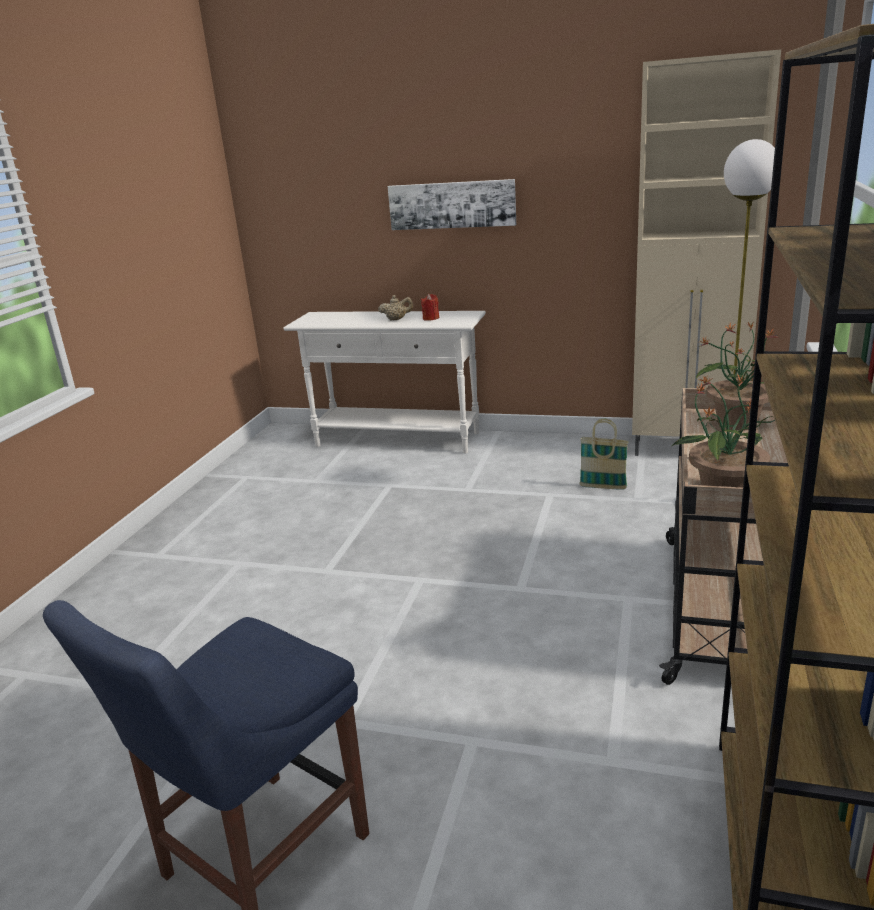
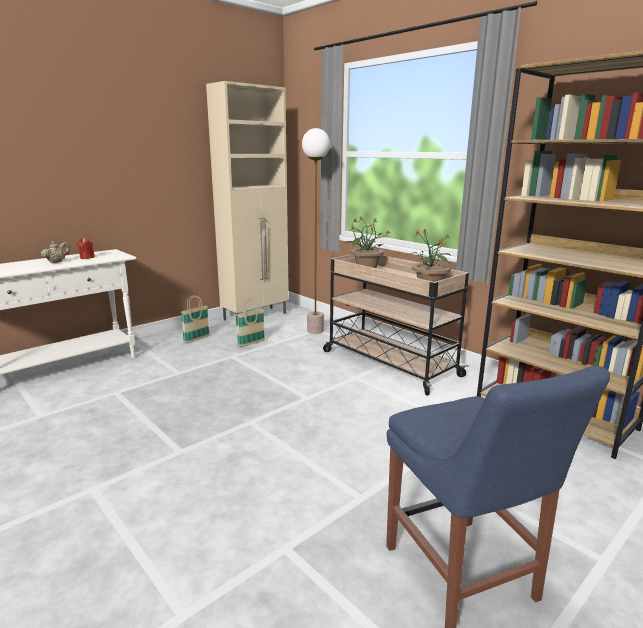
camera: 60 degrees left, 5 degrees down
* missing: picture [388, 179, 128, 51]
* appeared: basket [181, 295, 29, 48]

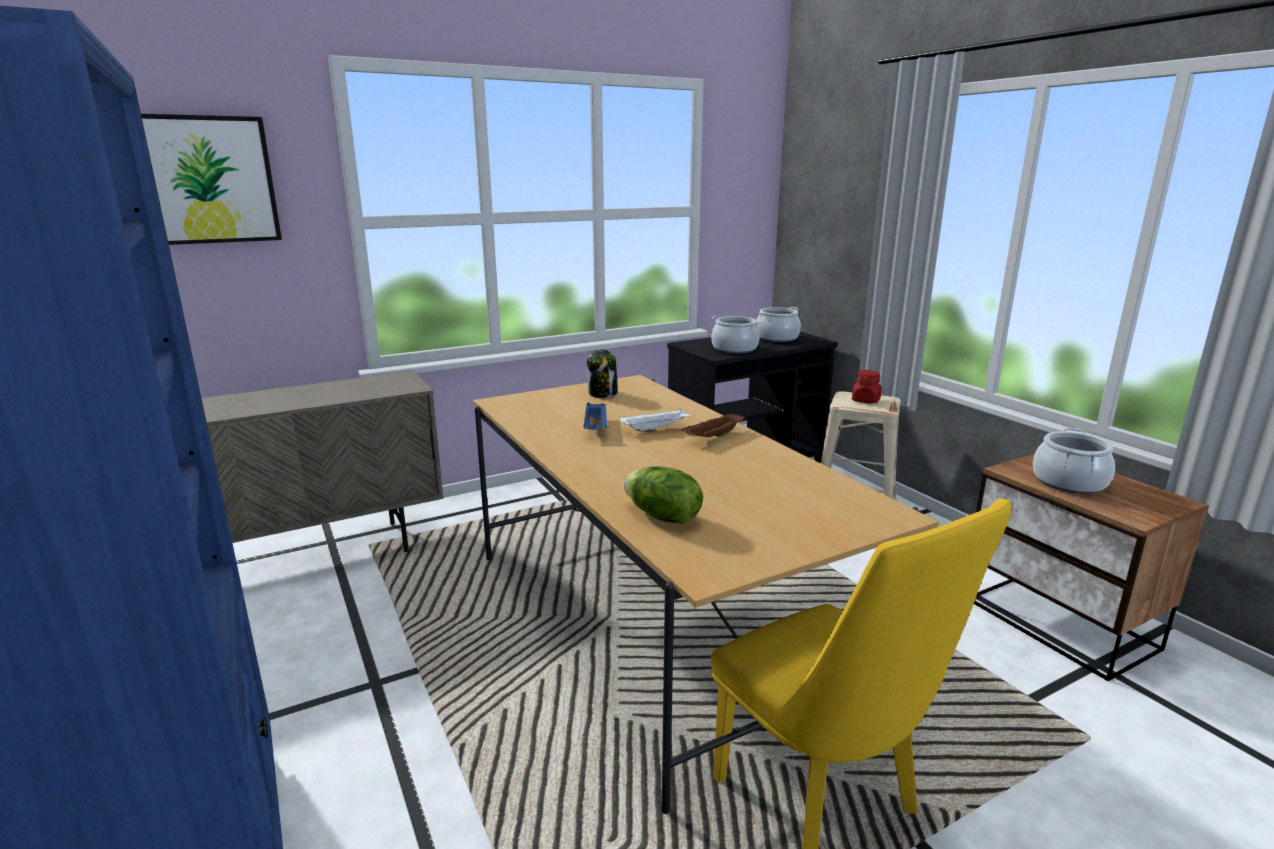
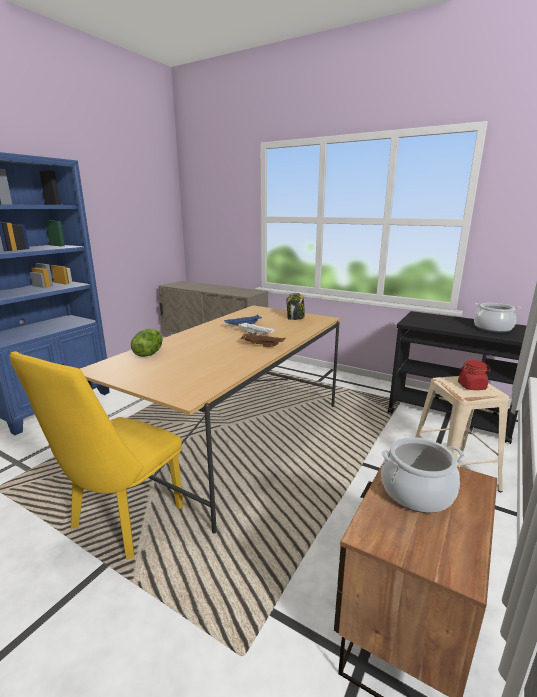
camera: 60 degrees right, 0 degrees up
* missing: picture [141, 114, 141, 131]
* missing: cooking pot [711, 316, 51, 38]

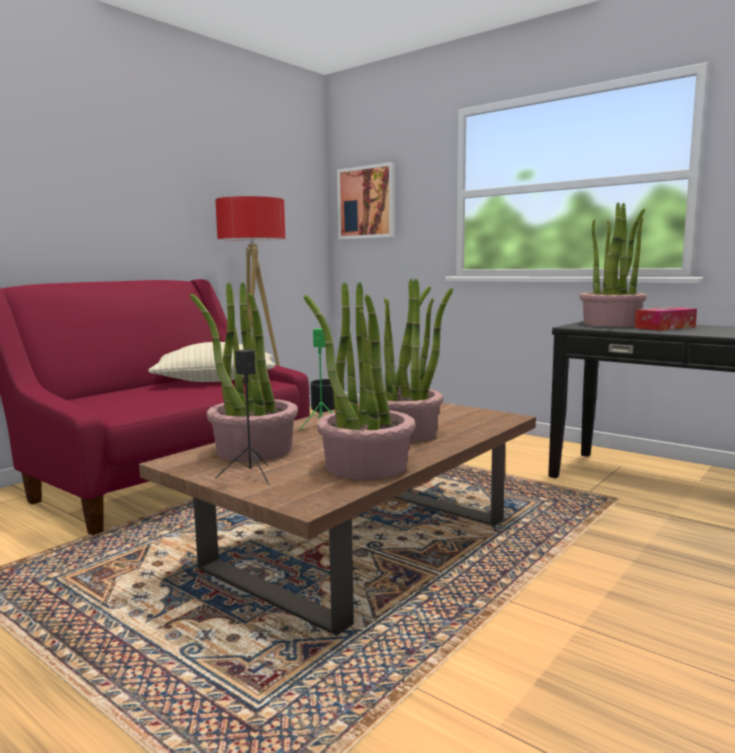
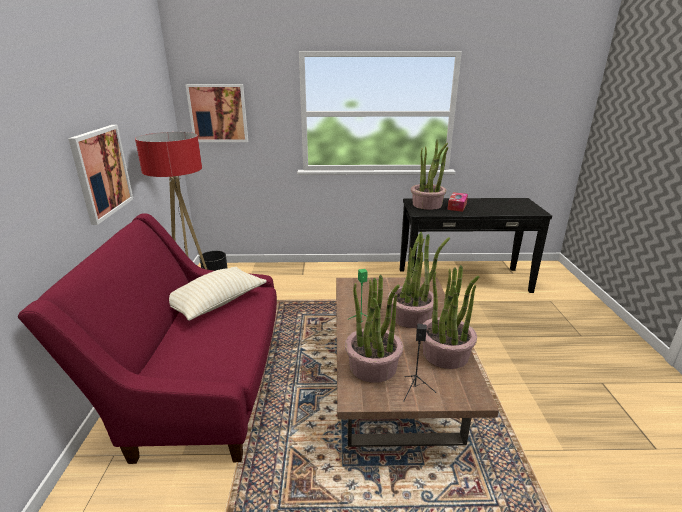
camera: 40 degrees left, 15 degrees up
* appeared: picture [68, 125, 65, 100]

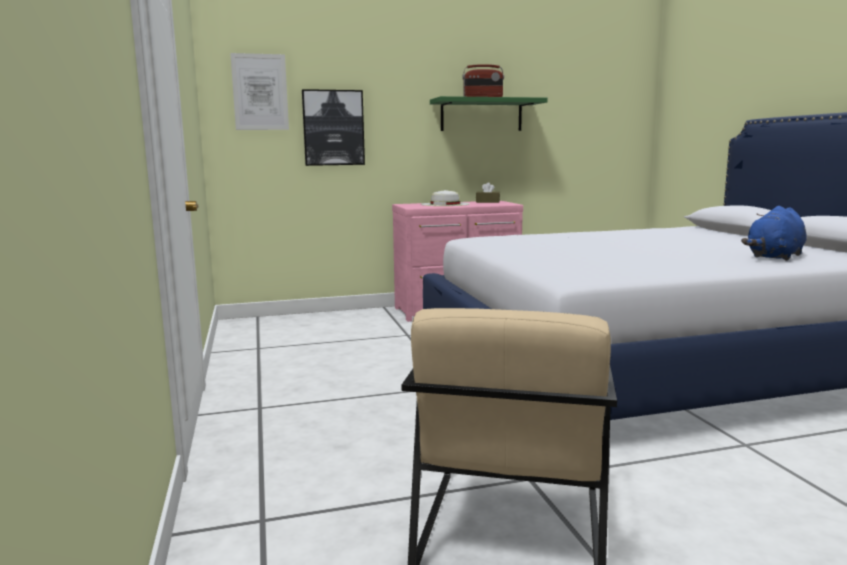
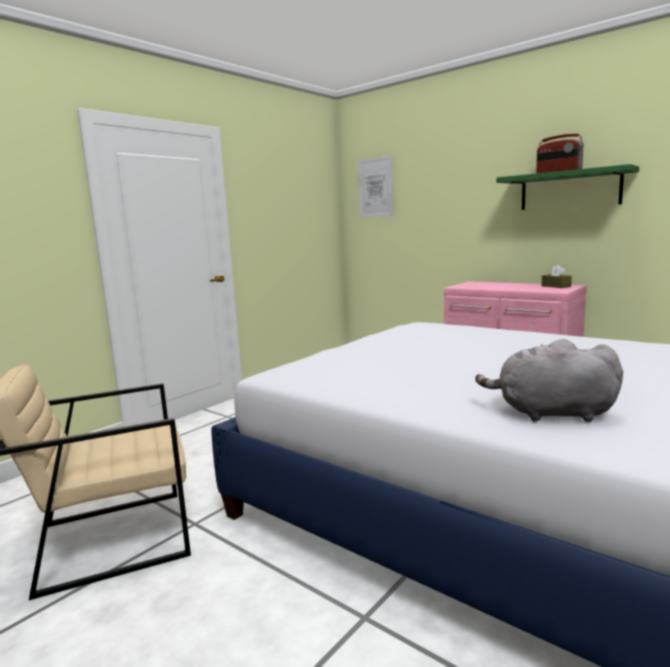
camera: 55 degrees right, 0 degrees up
* missing: picture [302, 89, 63, 77]
* missing: hat/white [421, 190, 49, 16]
* colour: plush toy/blue [741, 206, 65, 55] to plush toy/grey [475, 339, 148, 83]

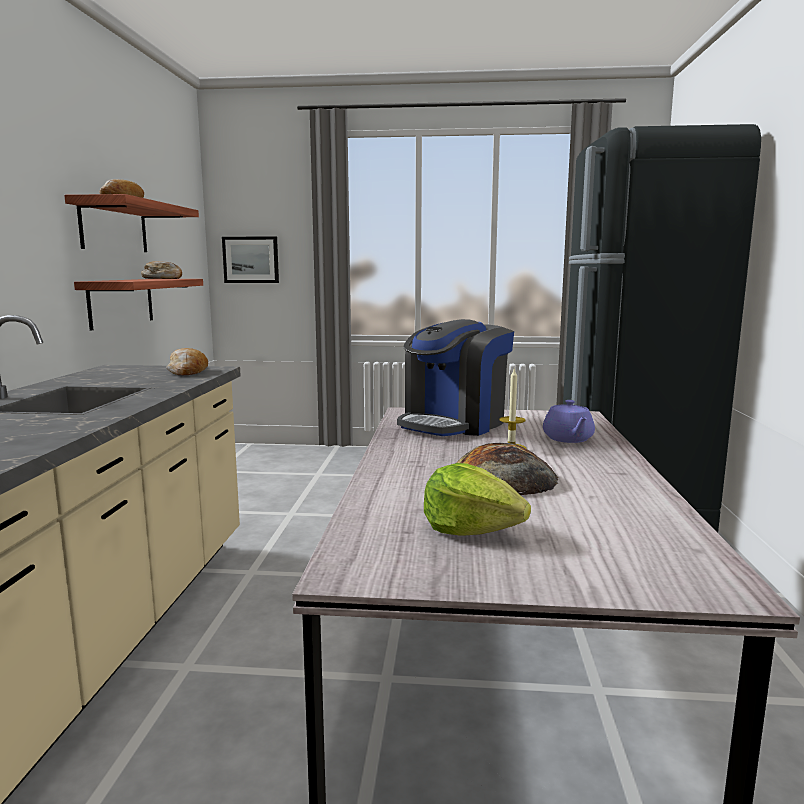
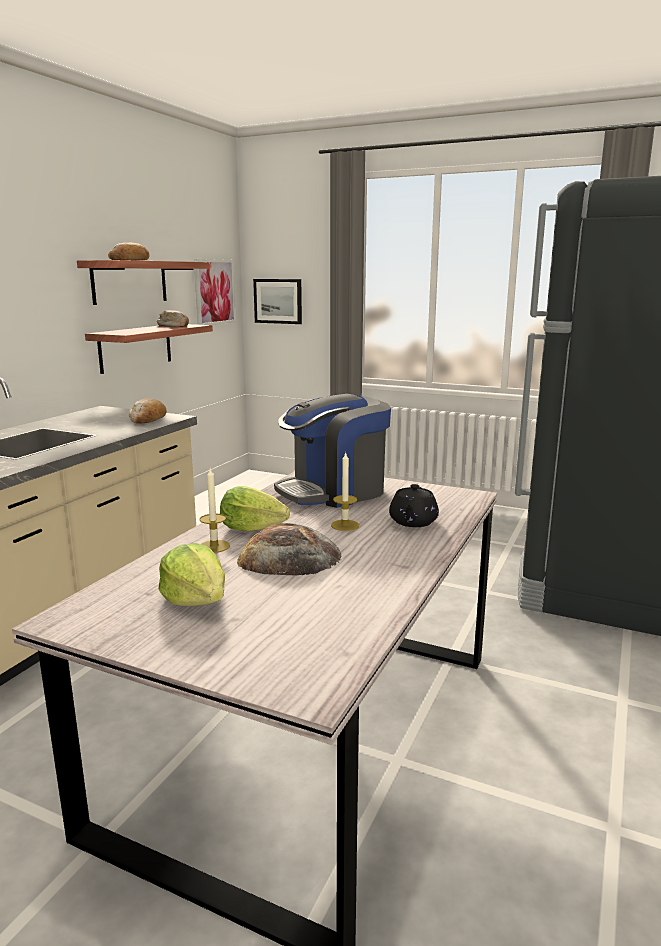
camera: 20 degrees right, 5 degrees up
* colour: teapot/purple [543, 400, 52, 43] to teapot/black [389, 484, 50, 43]
* appeared: picture [194, 259, 42, 66]
* appeared: candle [200, 468, 30, 85]
* appeared: lettuce [220, 486, 70, 45]

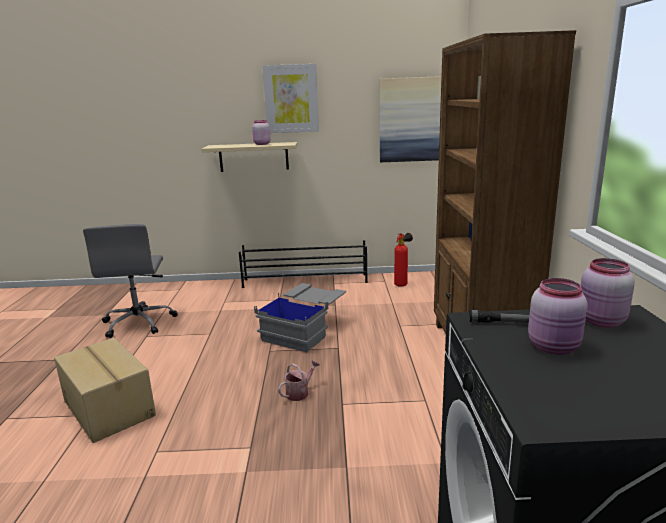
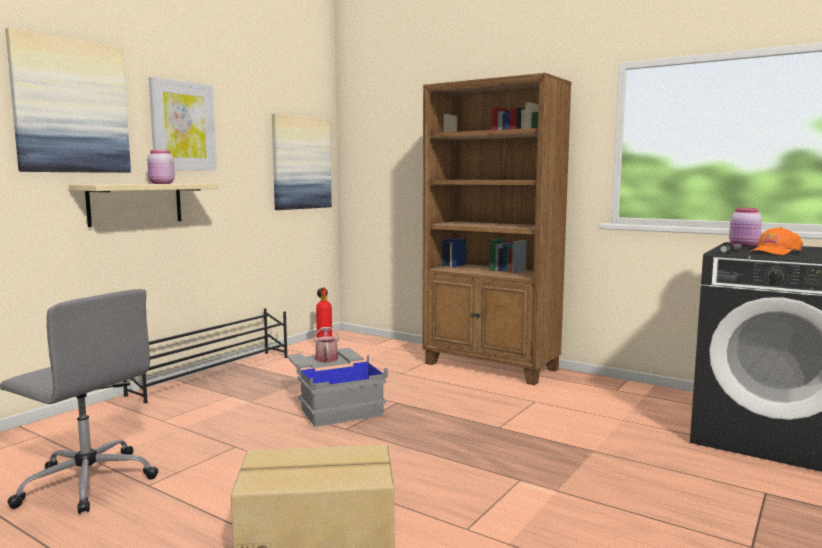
camera: 55 degrees left, 10 degrees down
* exchanged: jar/pink [528, 278, 60, 77] to cap/orange [749, 227, 54, 28]
* relocated: watering can [278, 360, 42, 41] to [314, 327, 25, 36]
* appeared: picture [5, 28, 126, 145]

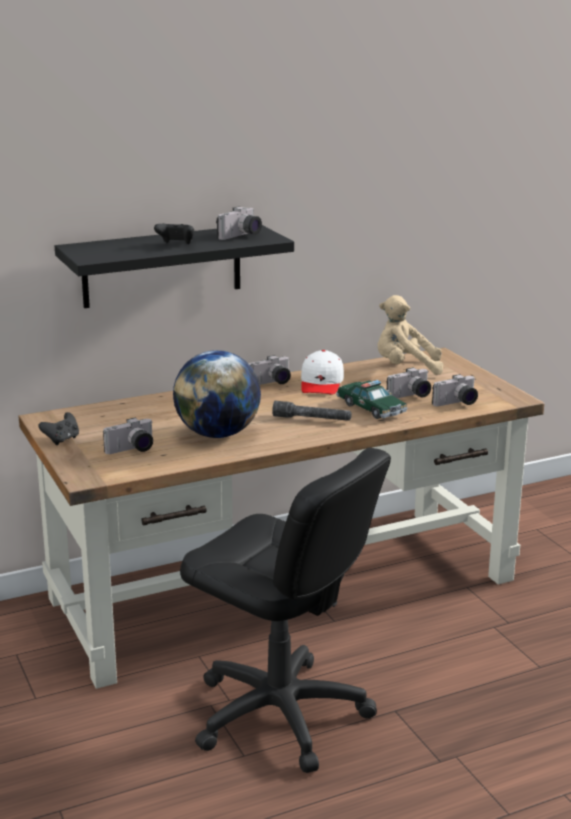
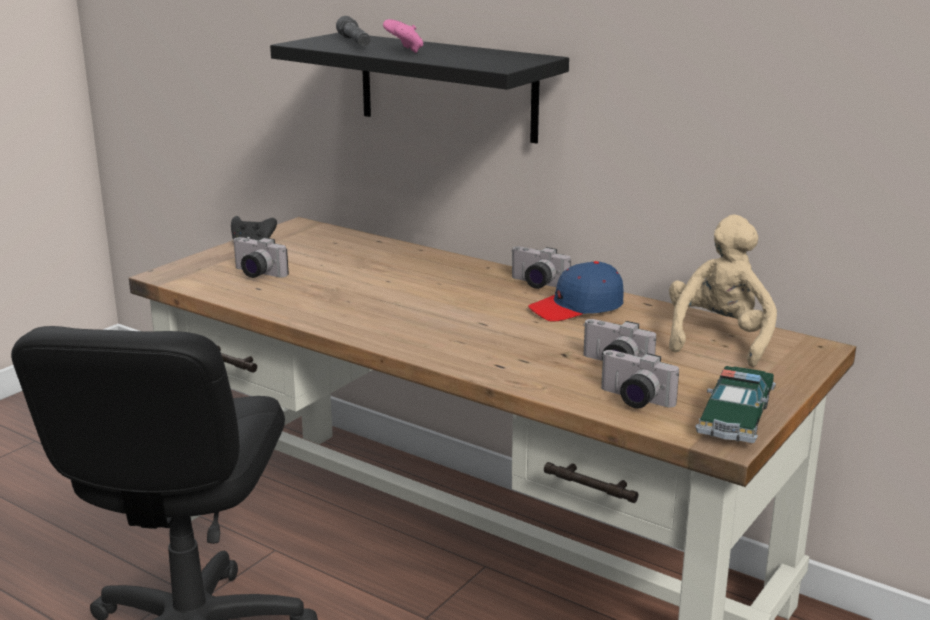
camera: 60 degrees right, 0 degrees up
* missing: photo camera [216, 206, 46, 34]
* colour: game controller/black [154, 224, 40, 20] to game controller/pink [383, 19, 41, 34]
* spun: plush toy/beige [378, 295, 66, 80] = [669, 215, 108, 152] 45 degrees clockwise
* missing: globe [173, 350, 88, 88]
* colour: cap/white [301, 350, 43, 45] to cap/blue [528, 261, 95, 61]
* relocated: toy car [336, 380, 71, 39] to [695, 366, 81, 77]
* relocated: flashlight/grey [272, 401, 80, 20] to [336, 16, 35, 30]

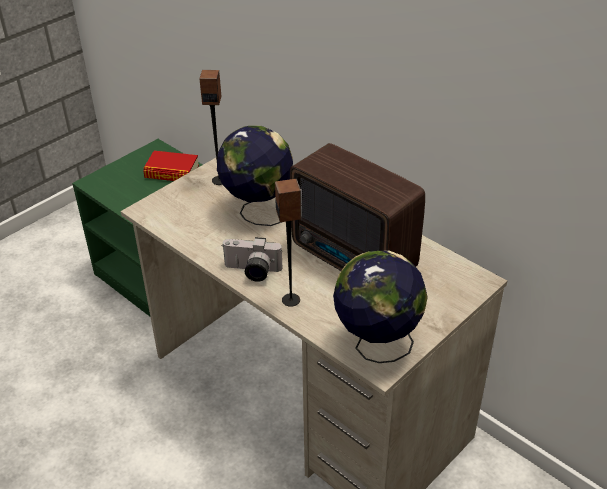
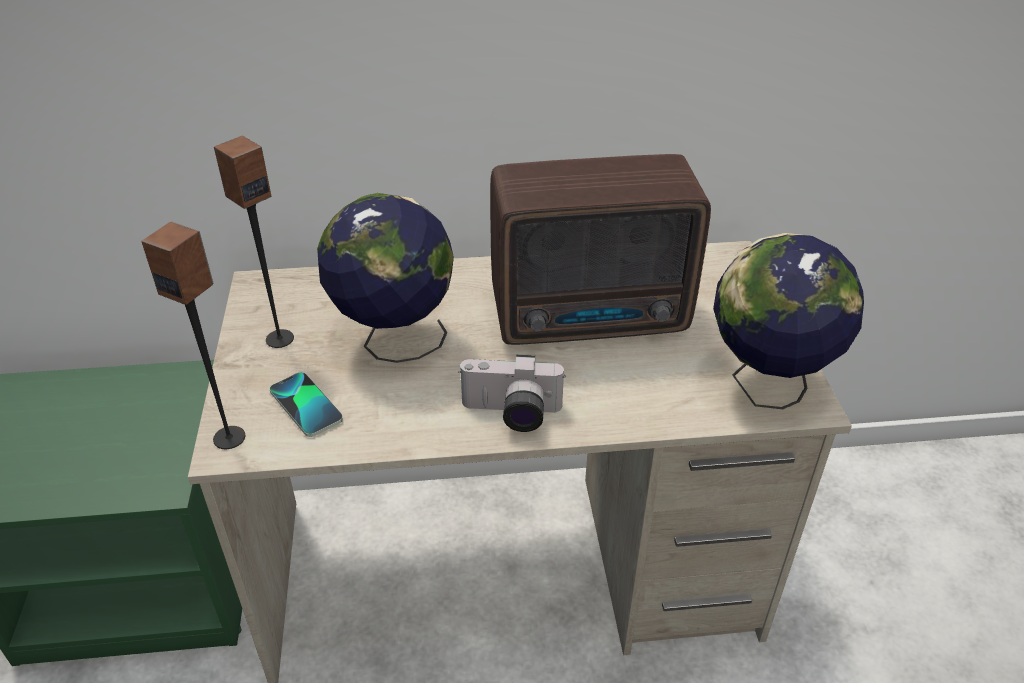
camera: 50 degrees left, 0 degrees up
* missing: book [143, 151, 56, 30]
* relocated: speaker [275, 179, 27, 128] to [141, 221, 104, 228]
* spun: photo camera [223, 237, 60, 45] = [458, 355, 108, 77] 45 degrees clockwise
* appeared: phone [270, 372, 73, 65]

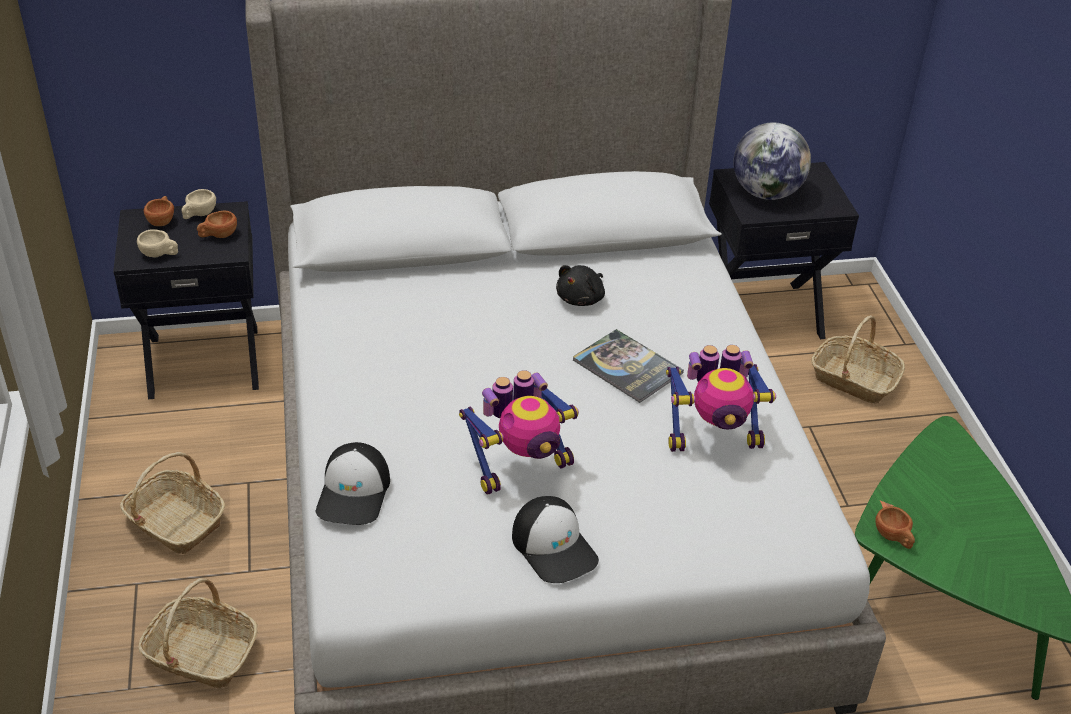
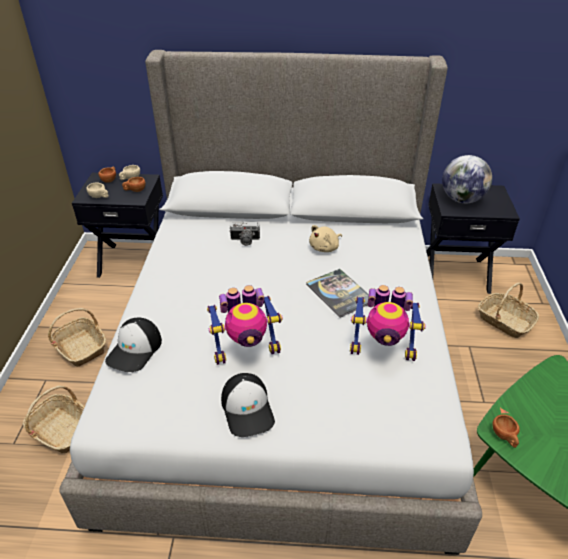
camera: 15 degrees right, 0 degrees up
* colour: plush toy/black [556, 265, 49, 41] to plush toy/beige [309, 225, 33, 27]
* appeared: photo camera [229, 222, 31, 24]

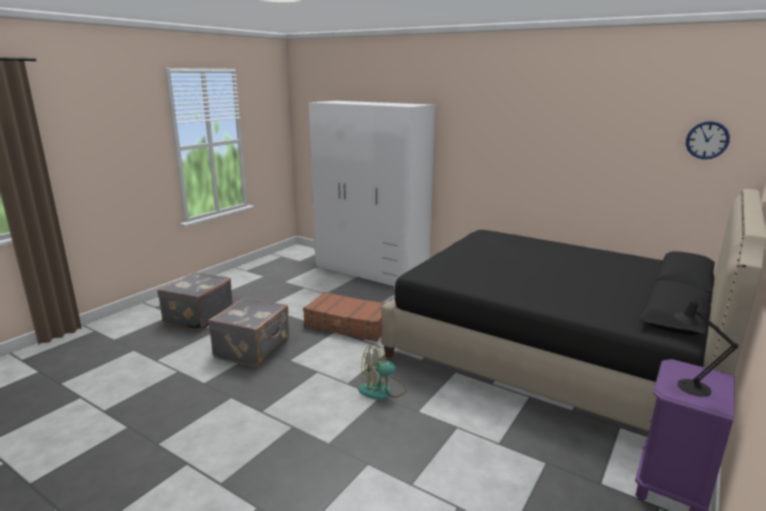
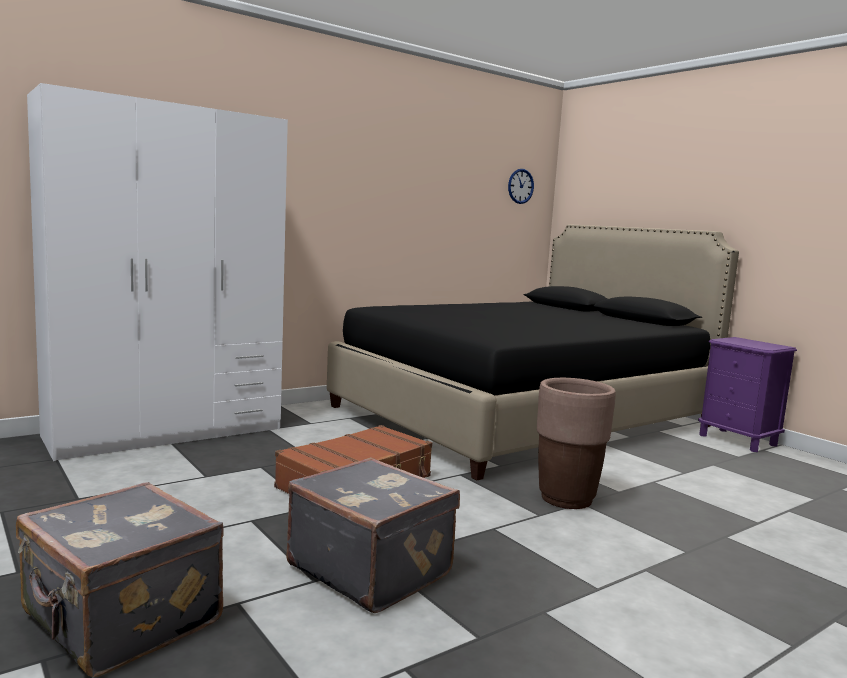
camera: 70 degrees left, 10 degrees down
* missing: table lamp/black [674, 297, 64, 100]
* exchanged: fan [358, 344, 49, 56] to planter/brown [537, 378, 79, 131]

